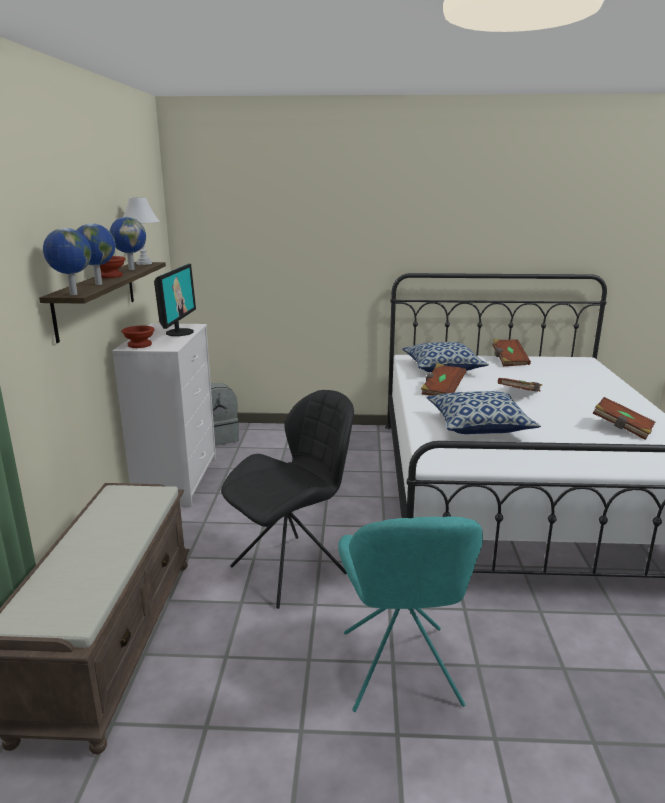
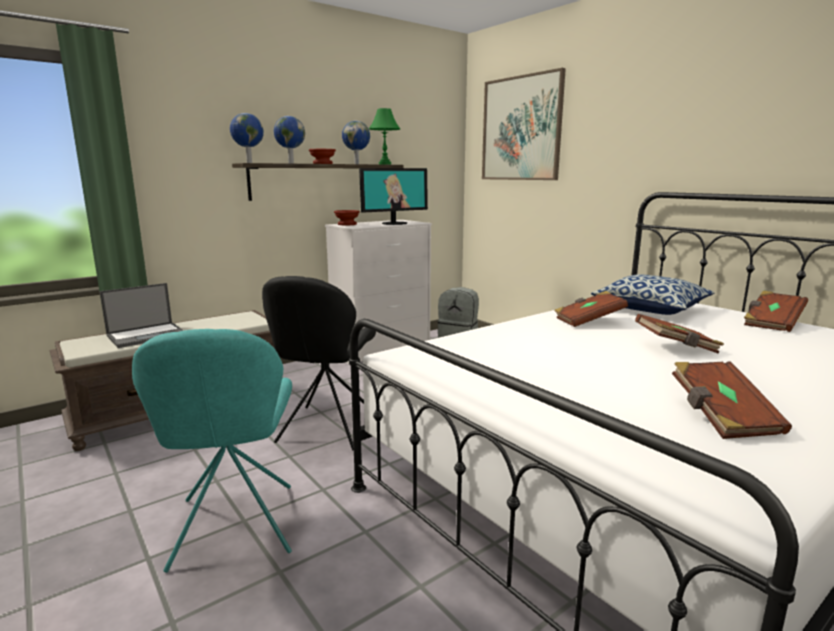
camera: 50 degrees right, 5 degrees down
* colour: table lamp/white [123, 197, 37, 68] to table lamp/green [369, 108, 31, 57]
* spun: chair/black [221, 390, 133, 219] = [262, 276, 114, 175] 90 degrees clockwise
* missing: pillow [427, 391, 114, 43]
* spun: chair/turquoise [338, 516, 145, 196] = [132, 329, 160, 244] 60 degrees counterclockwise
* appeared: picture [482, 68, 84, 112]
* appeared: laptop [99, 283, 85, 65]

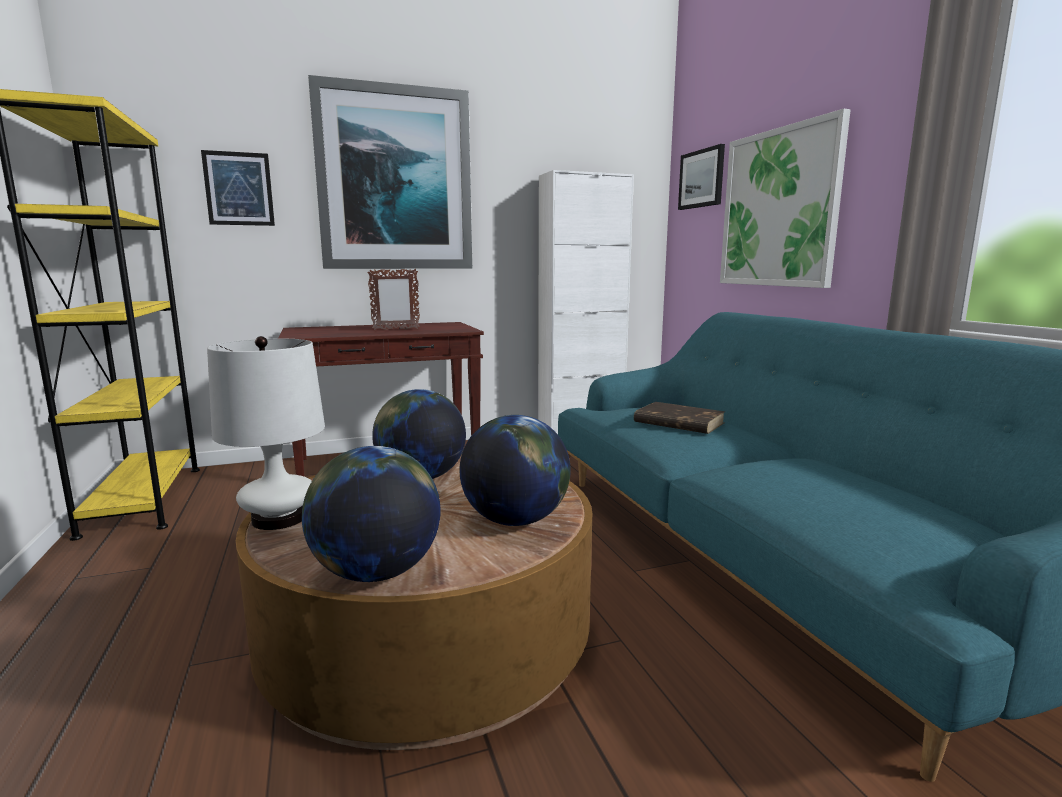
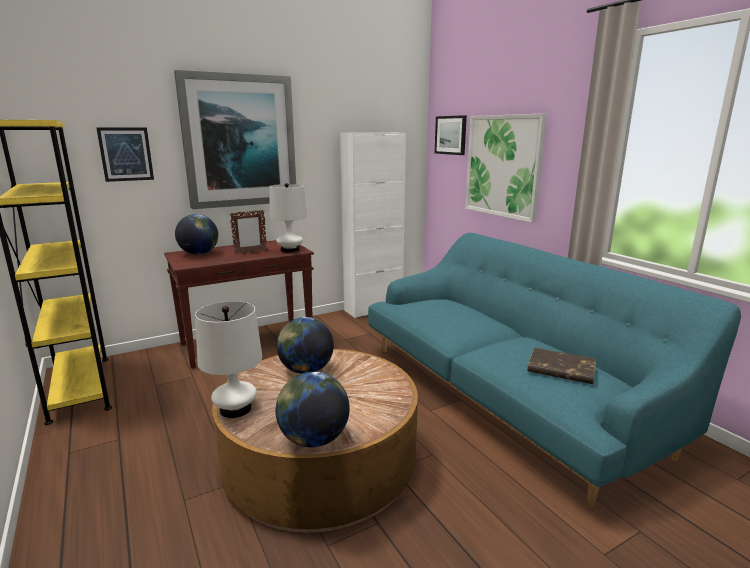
camera: 10 degrees left, 5 degrees up
* relocated: book/brown [634, 402, 91, 32] to [527, 348, 69, 36]
* relocated: globe [460, 415, 111, 111] to [175, 214, 43, 41]
* appeared: table lamp/white [269, 183, 38, 69]

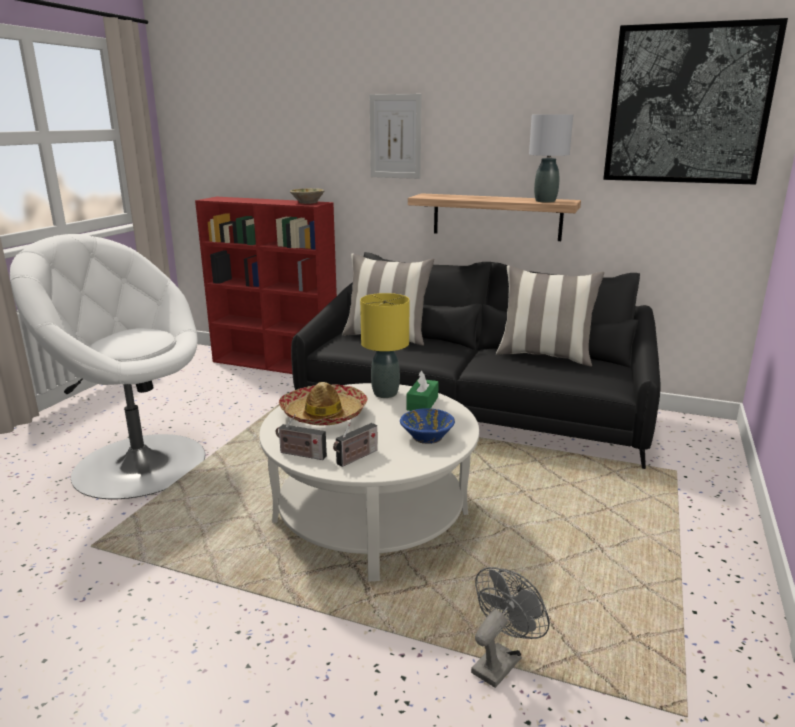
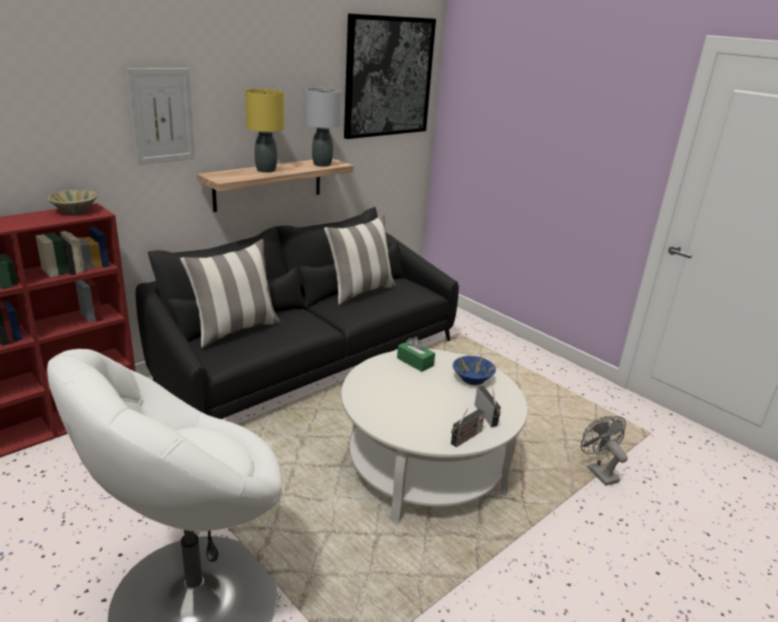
camera: 65 degrees left, 5 degrees up
* relocated: table lamp/yellow [360, 293, 49, 105] to [245, 89, 39, 84]
* missing: hat [279, 382, 89, 43]

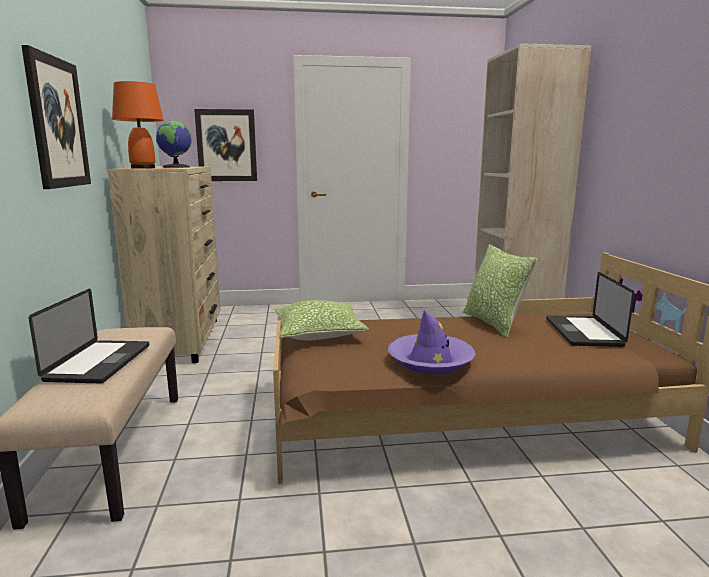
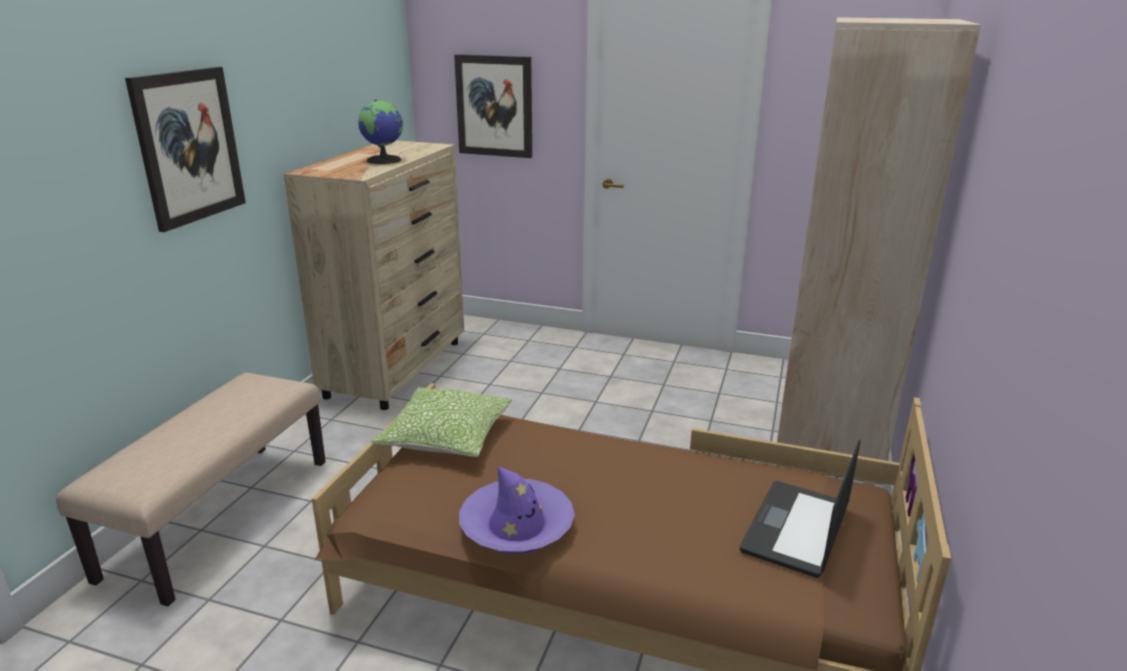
camera: 25 degrees right, 10 degrees up
* missing: table lamp/orange [112, 81, 52, 88]
* missing: pillow [463, 244, 74, 94]
* missing: laptop [29, 289, 120, 94]

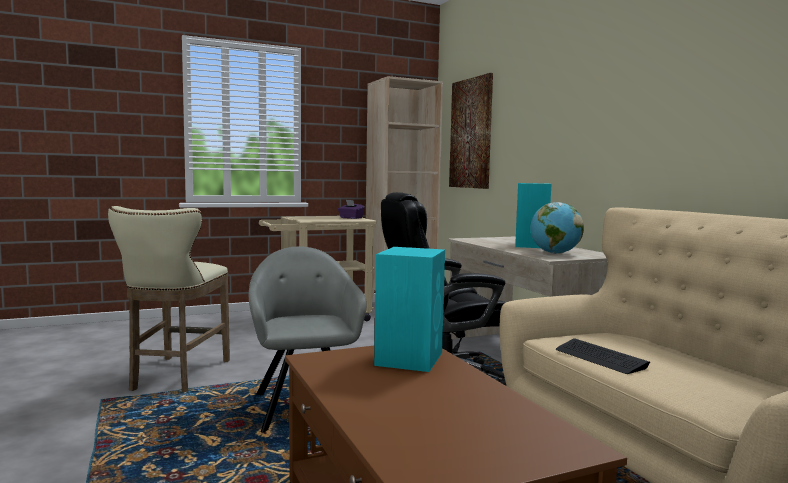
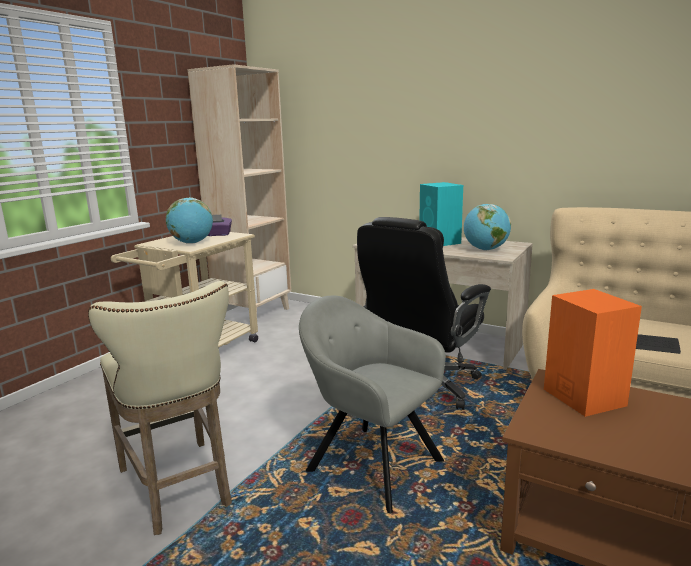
camera: 35 degrees left, 10 degrees up
* missing: picture [449, 73, 44, 116]
* colour: speaker/turquoise [374, 247, 71, 125] to speaker/orange [544, 289, 98, 128]
* appeared: globe [166, 197, 47, 47]

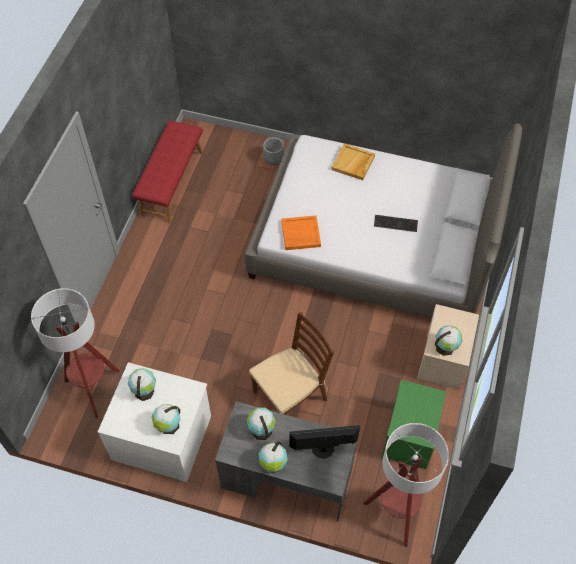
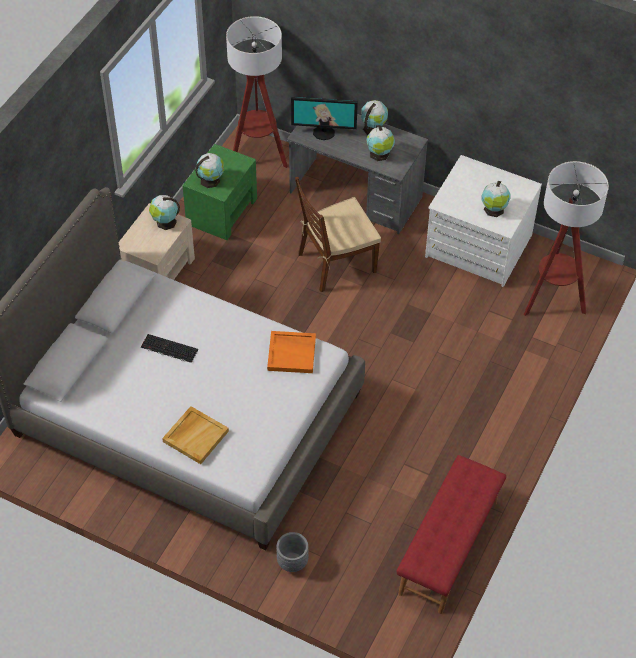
camera: 170 degrees left, 5 degrees down
* relocated: globe [152, 404, 29, 30] to [195, 153, 29, 35]

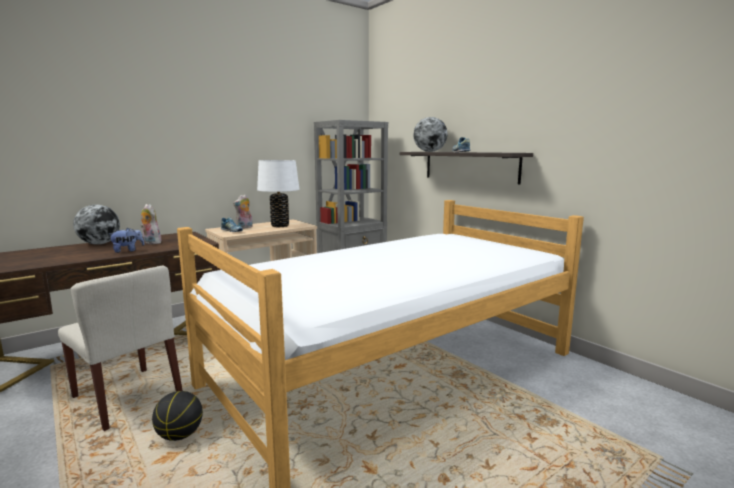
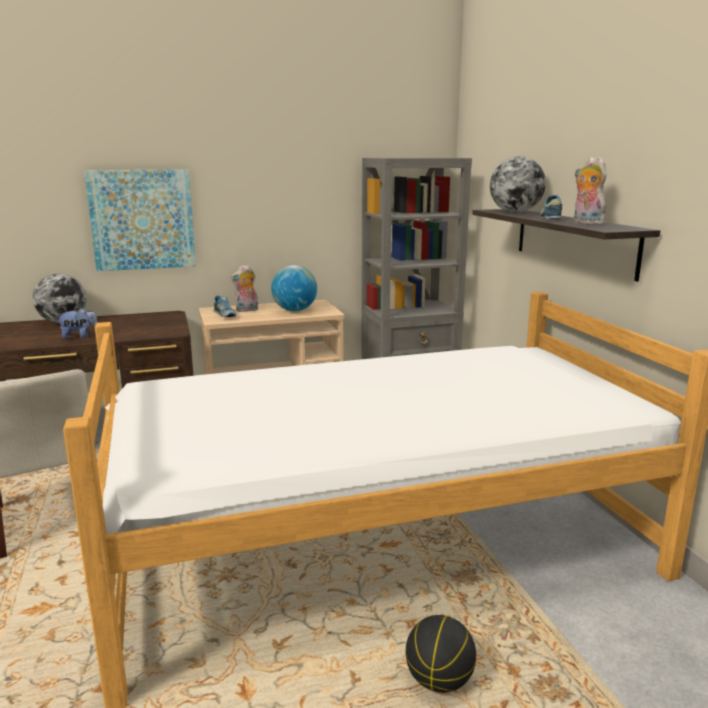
camera: 20 degrees right, 5 degrees up
* exchanged: table lamp/white [257, 160, 43, 67] to globe [271, 265, 46, 46]
* relocated: plush toy [140, 204, 21, 40] to [574, 157, 33, 68]
* relocated: basketball [152, 391, 51, 50] to [406, 615, 70, 78]
* appeared: picture [84, 169, 112, 102]

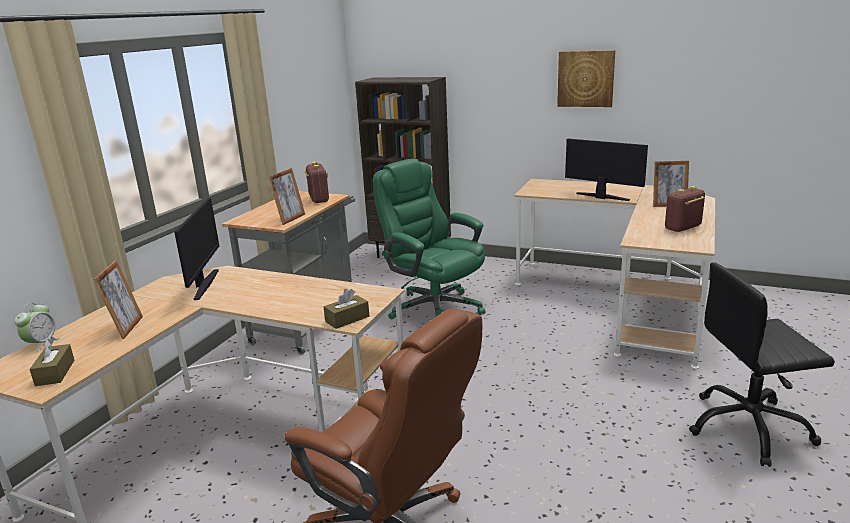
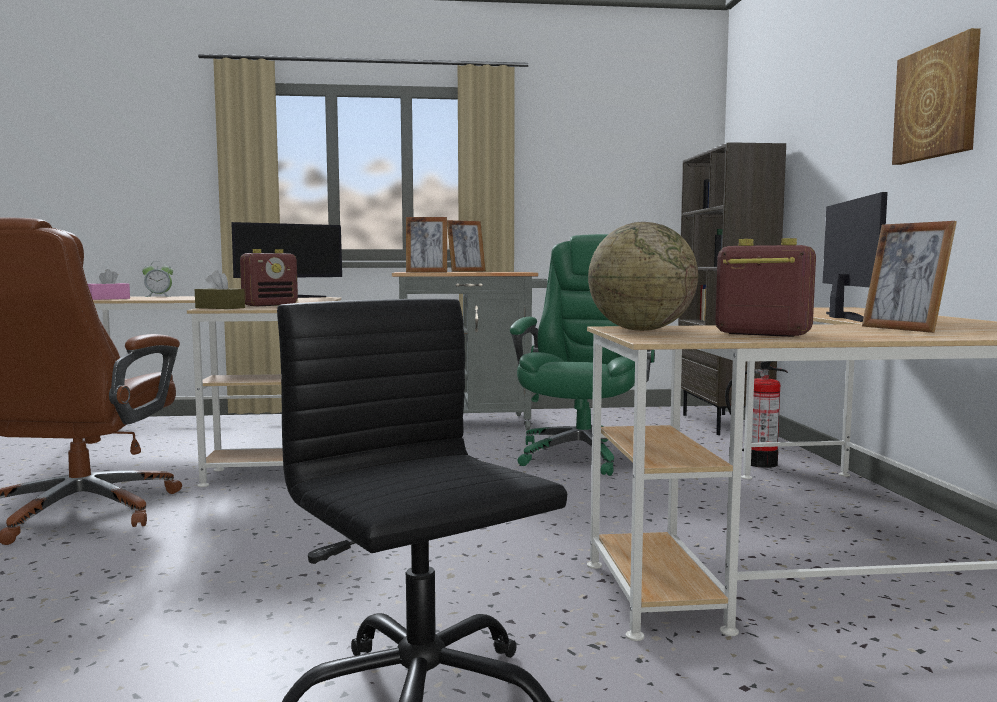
camera: 60 degrees right, 15 degrees down
* relocated: radio [304, 162, 25, 41] to [240, 249, 58, 57]
* relocated: picture frame [93, 260, 50, 79] to [447, 220, 39, 52]
* colour: tissue box/brown [30, 338, 44, 48] to tissue box/pink [88, 269, 42, 31]
* appeared: globe [588, 222, 110, 109]
* appeared: fire extinguisher [725, 361, 63, 107]

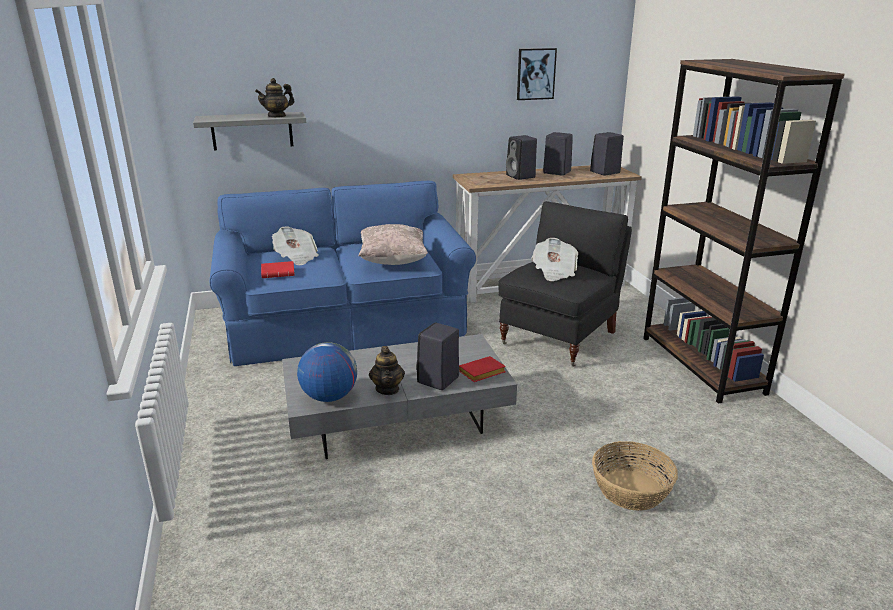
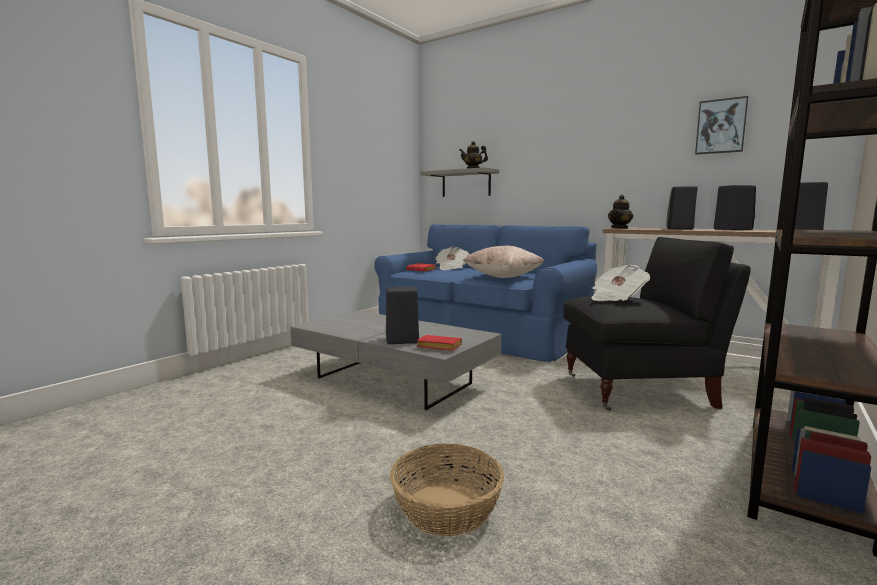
camera: 50 degrees right, 15 degrees down
* missing: globe [297, 342, 60, 60]
* relocated: teapot [369, 346, 36, 49] to [608, 195, 25, 34]

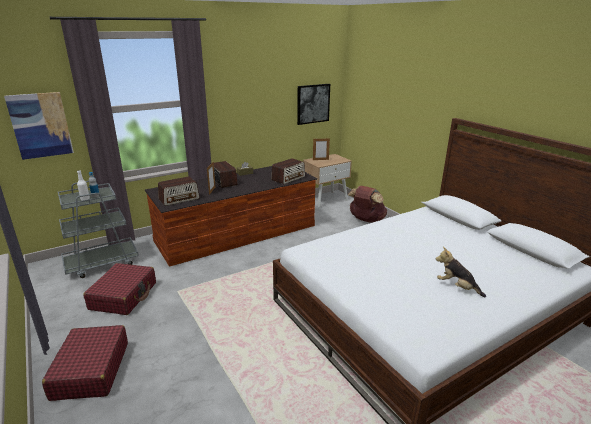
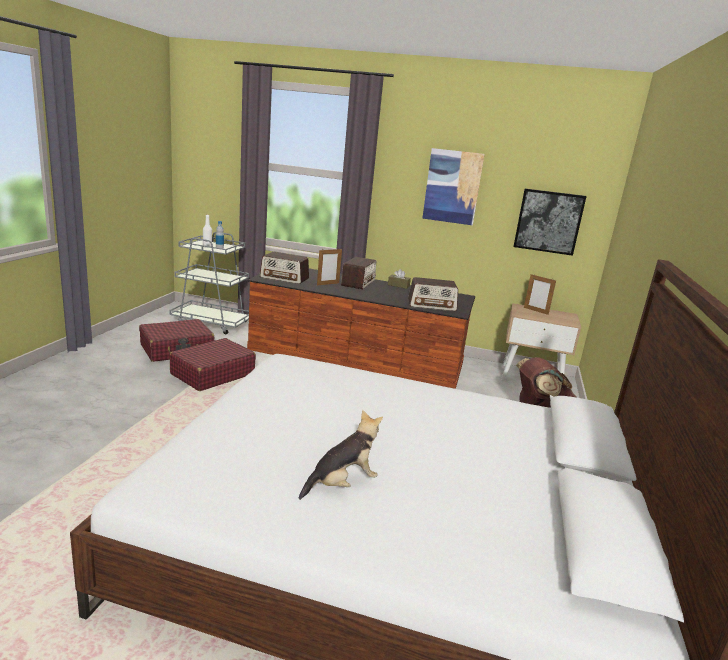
camera: 45 degrees right, 5 degrees down
* relocated: picture [4, 92, 70, 68] to [422, 148, 63, 77]
* spun: plush toy [436, 247, 50, 50] = [299, 410, 84, 90] 60 degrees clockwise
* relocated: suitcase/red [42, 325, 86, 76] to [170, 338, 86, 53]

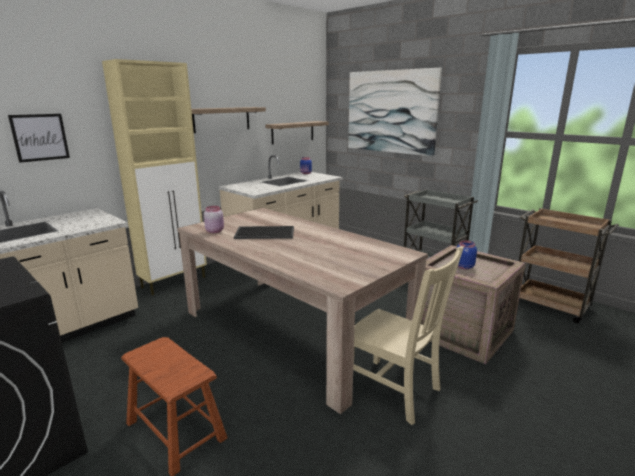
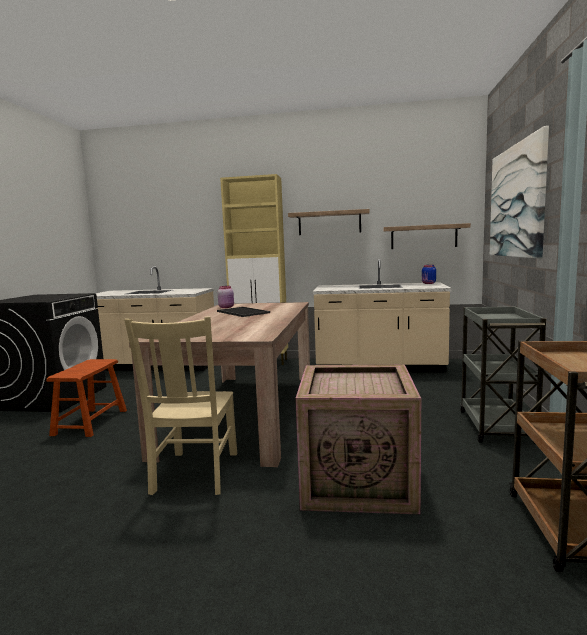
camera: 55 degrees right, 10 degrees down
* missing: picture [8, 114, 62, 49]
* missing: jar/blue [456, 240, 21, 29]

